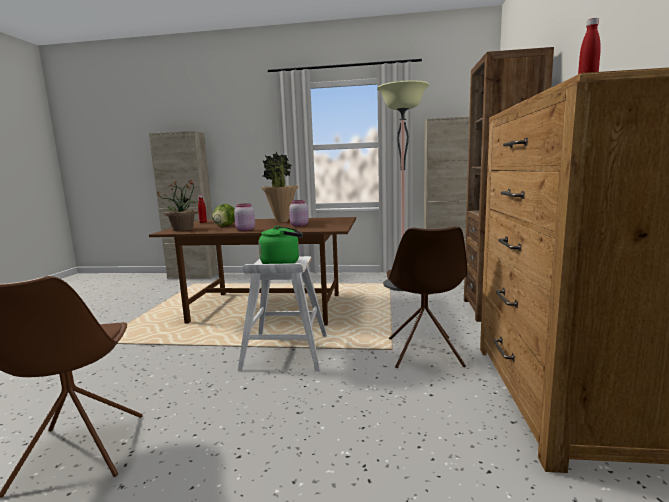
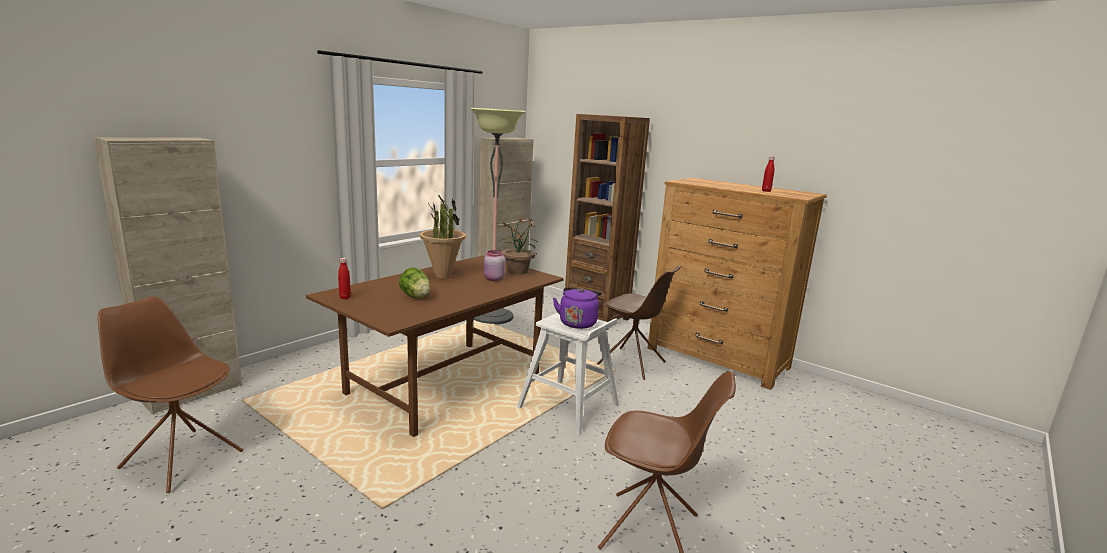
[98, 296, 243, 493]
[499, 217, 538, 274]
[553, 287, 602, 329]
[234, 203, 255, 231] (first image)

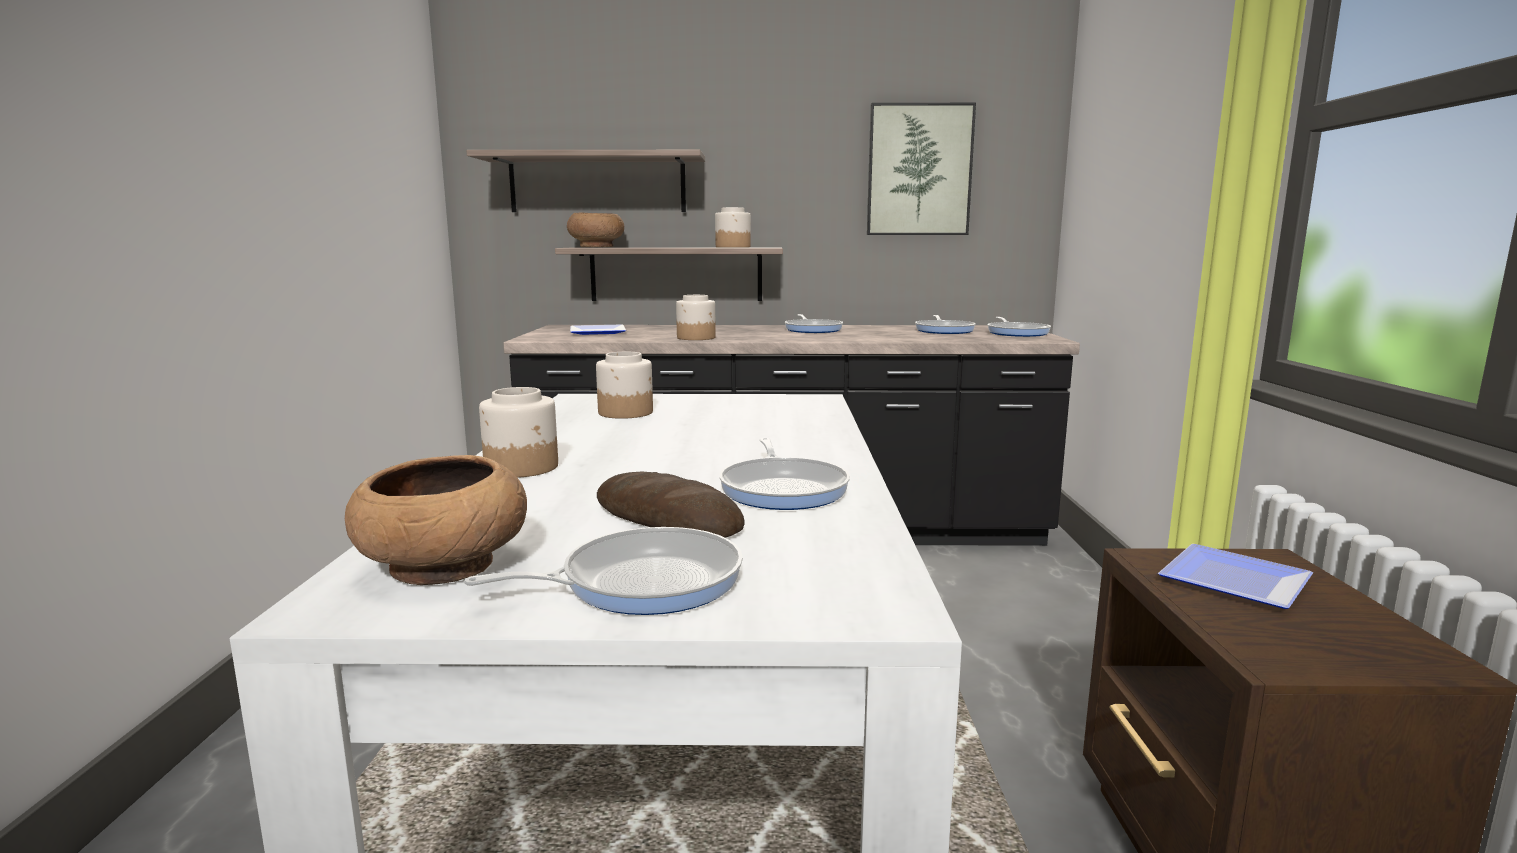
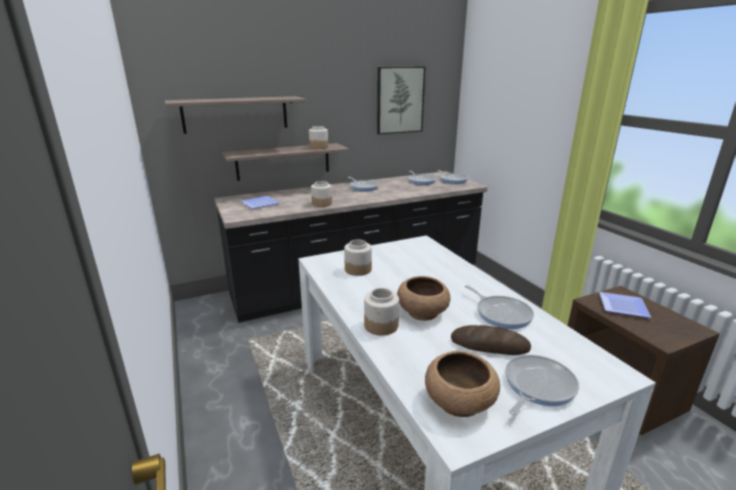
[397, 276, 450, 321]

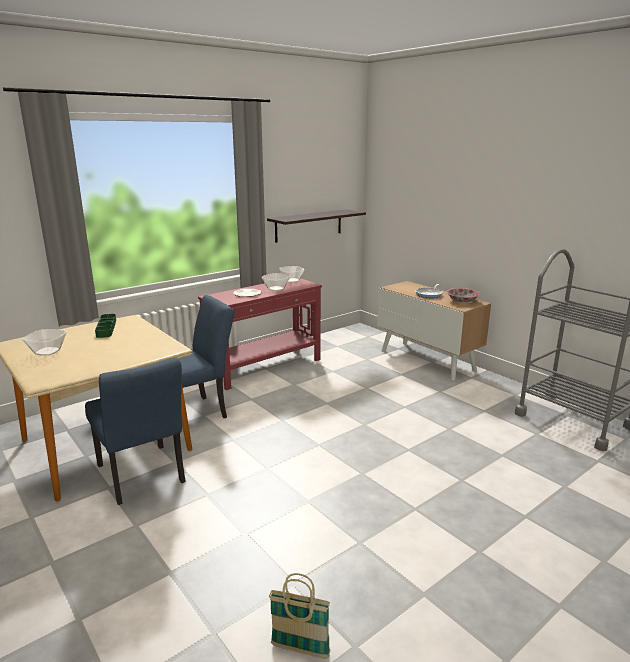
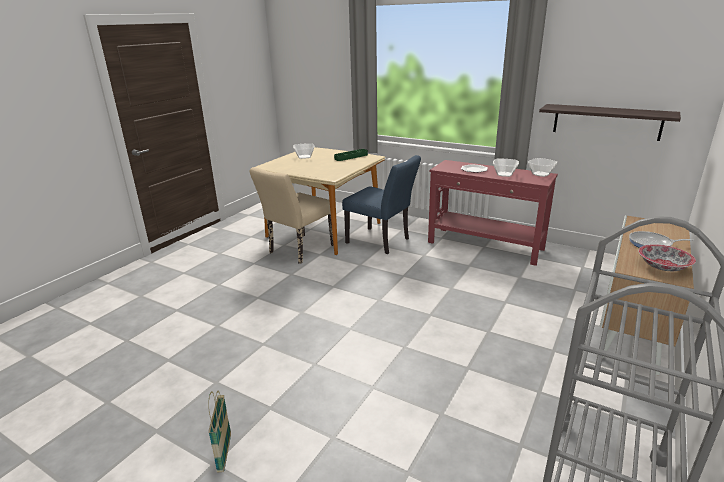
[208, 391, 231, 473]
[249, 167, 334, 264]

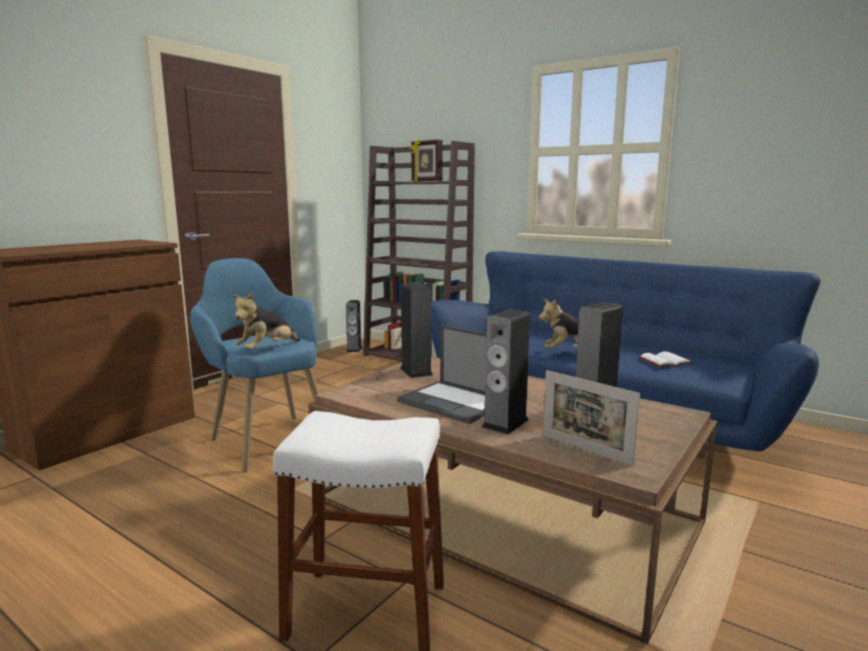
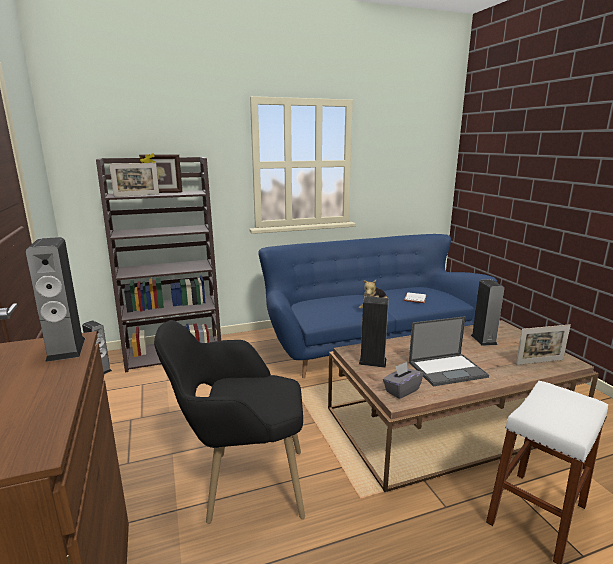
[25, 237, 85, 362]
[109, 163, 159, 197]
[154, 320, 305, 524]
[383, 362, 424, 399]
[232, 293, 300, 350] (first image)

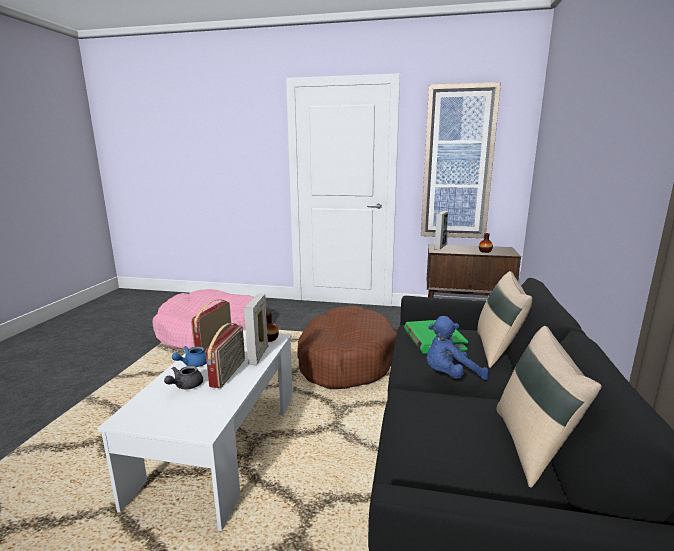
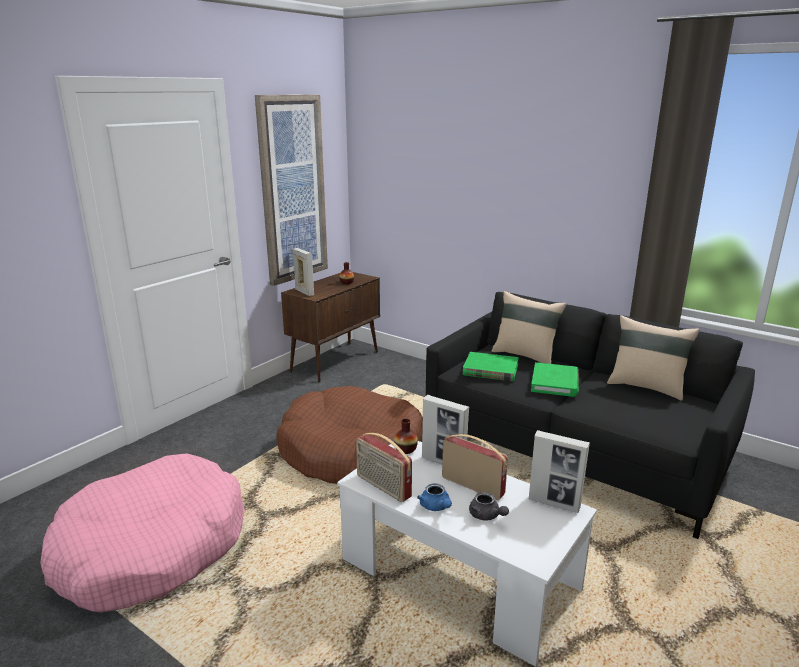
[528, 430, 590, 513]
[531, 362, 579, 397]

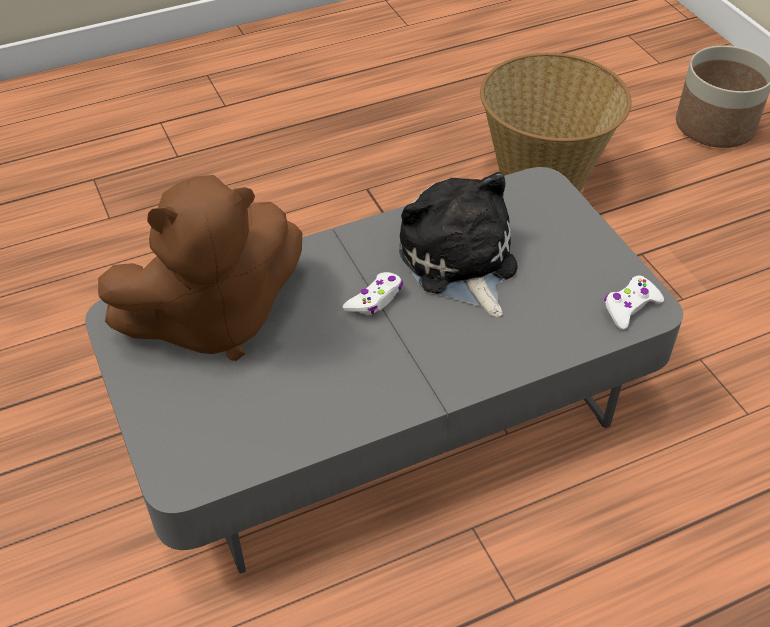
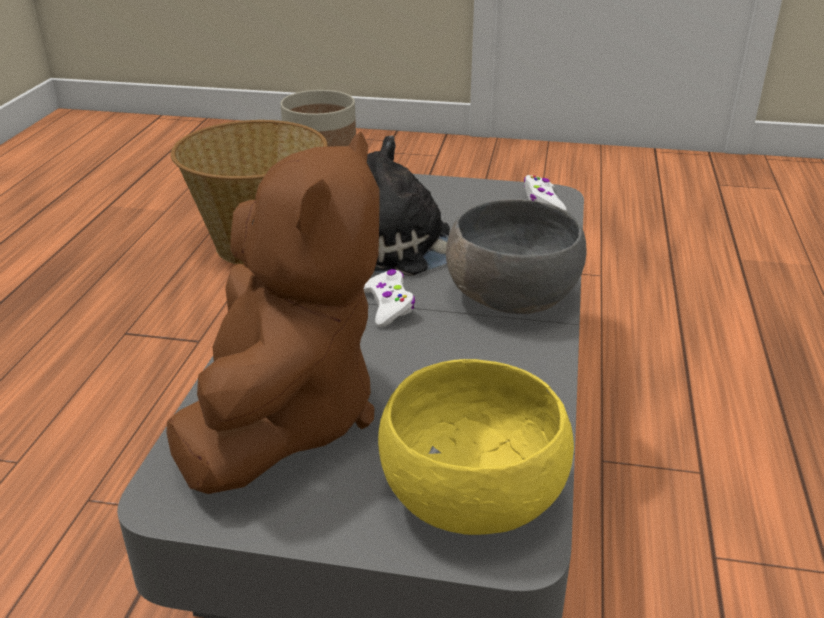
[378, 359, 574, 535]
[446, 199, 587, 314]

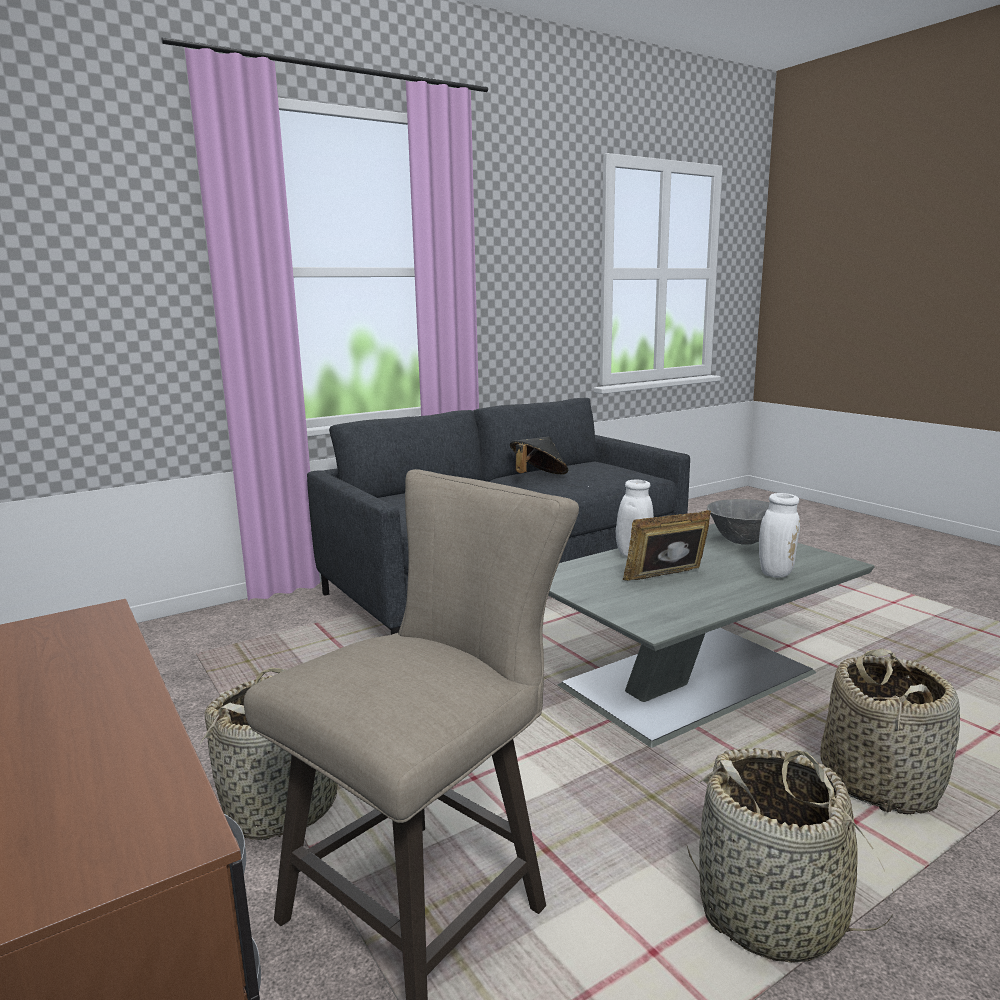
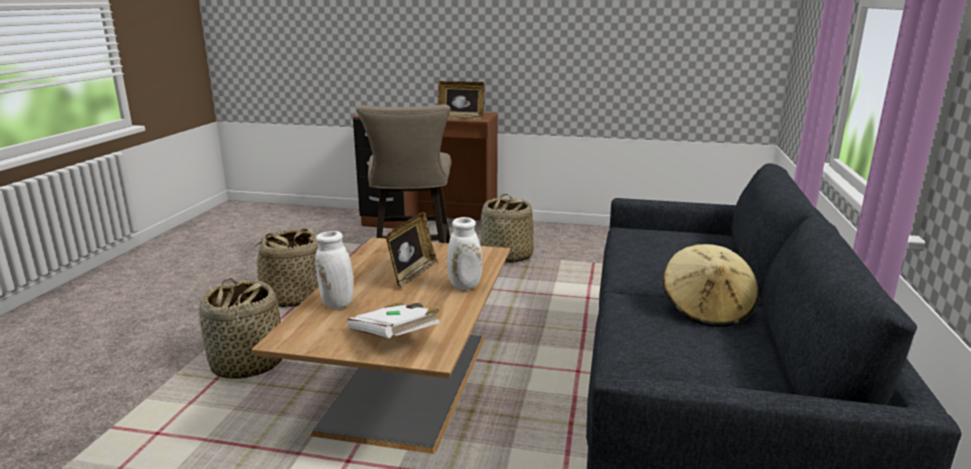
[252, 237, 510, 454]
[347, 303, 440, 338]
[438, 81, 485, 120]
[663, 244, 759, 327]

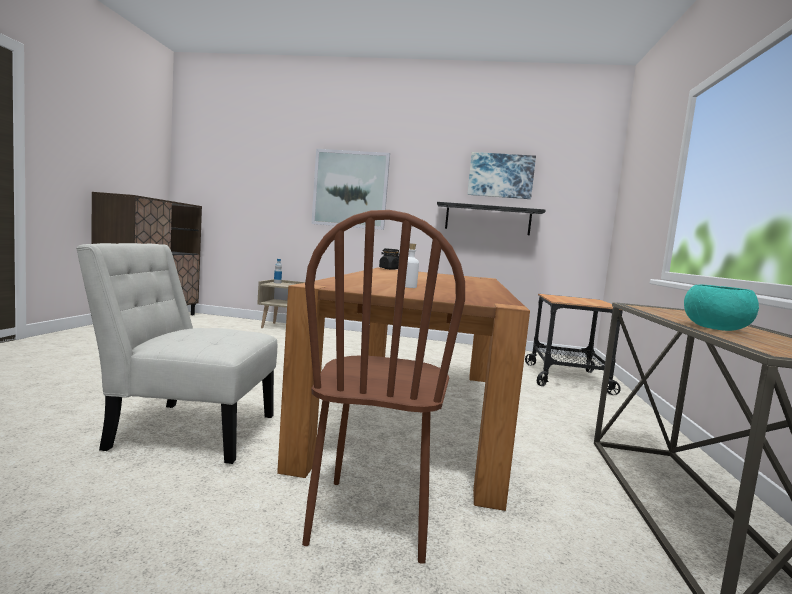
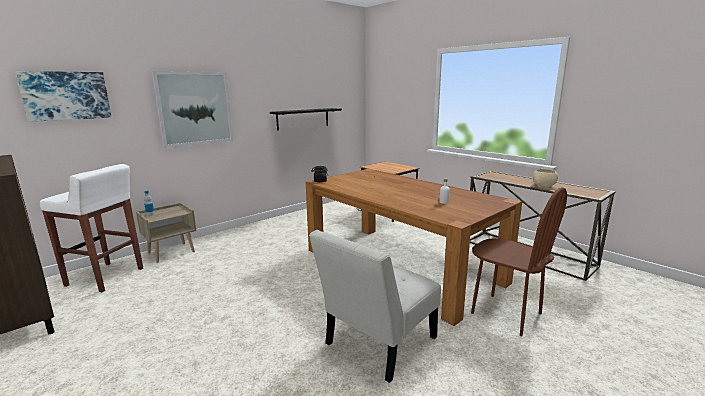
[15, 71, 112, 122]
[39, 164, 143, 292]
[532, 169, 558, 187]

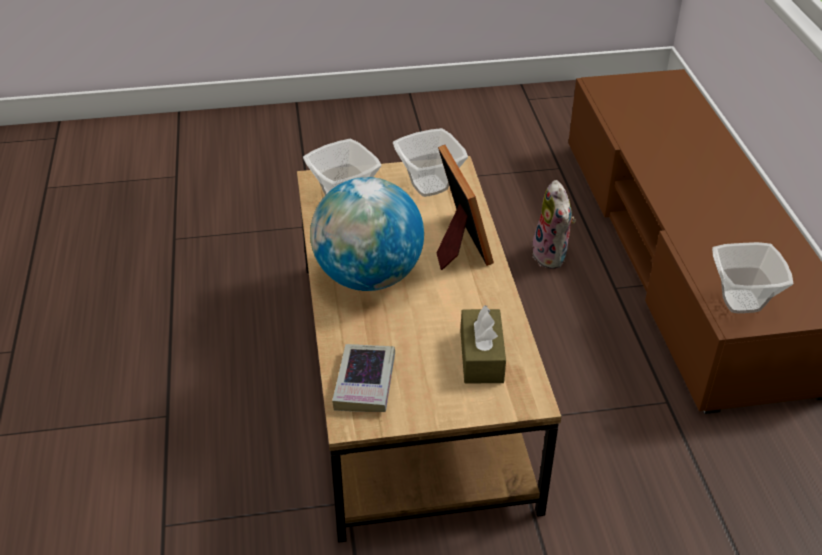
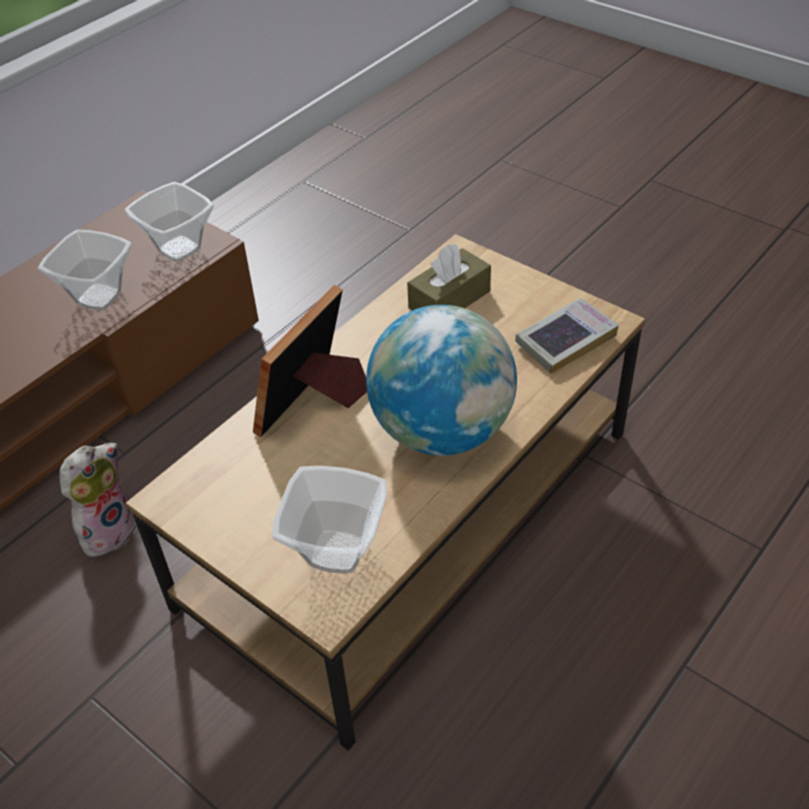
[37, 230, 132, 310]

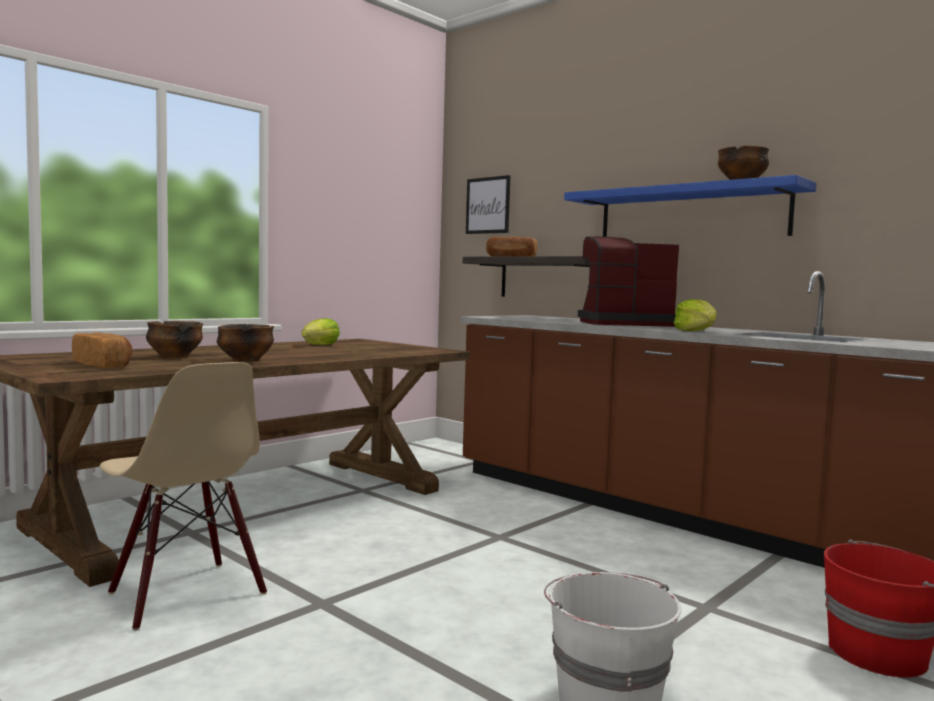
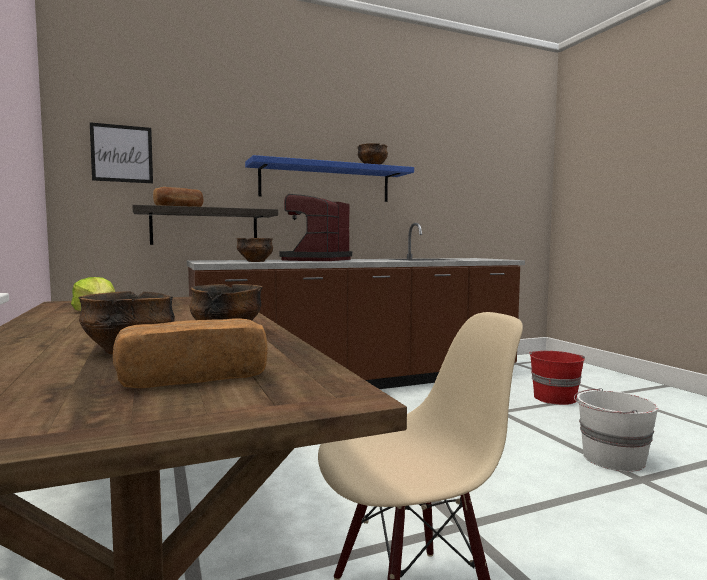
[236, 238, 273, 262]
[674, 299, 717, 331] (first image)

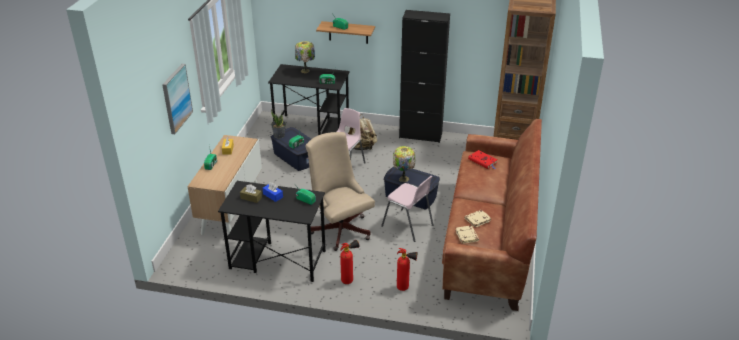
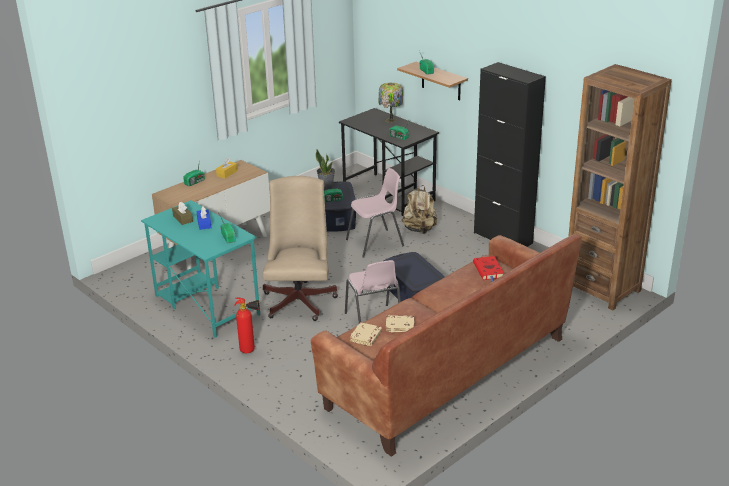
[141, 200, 260, 338]
[162, 64, 193, 134] (first image)
[393, 146, 415, 182] (first image)
[397, 248, 417, 291] (first image)

